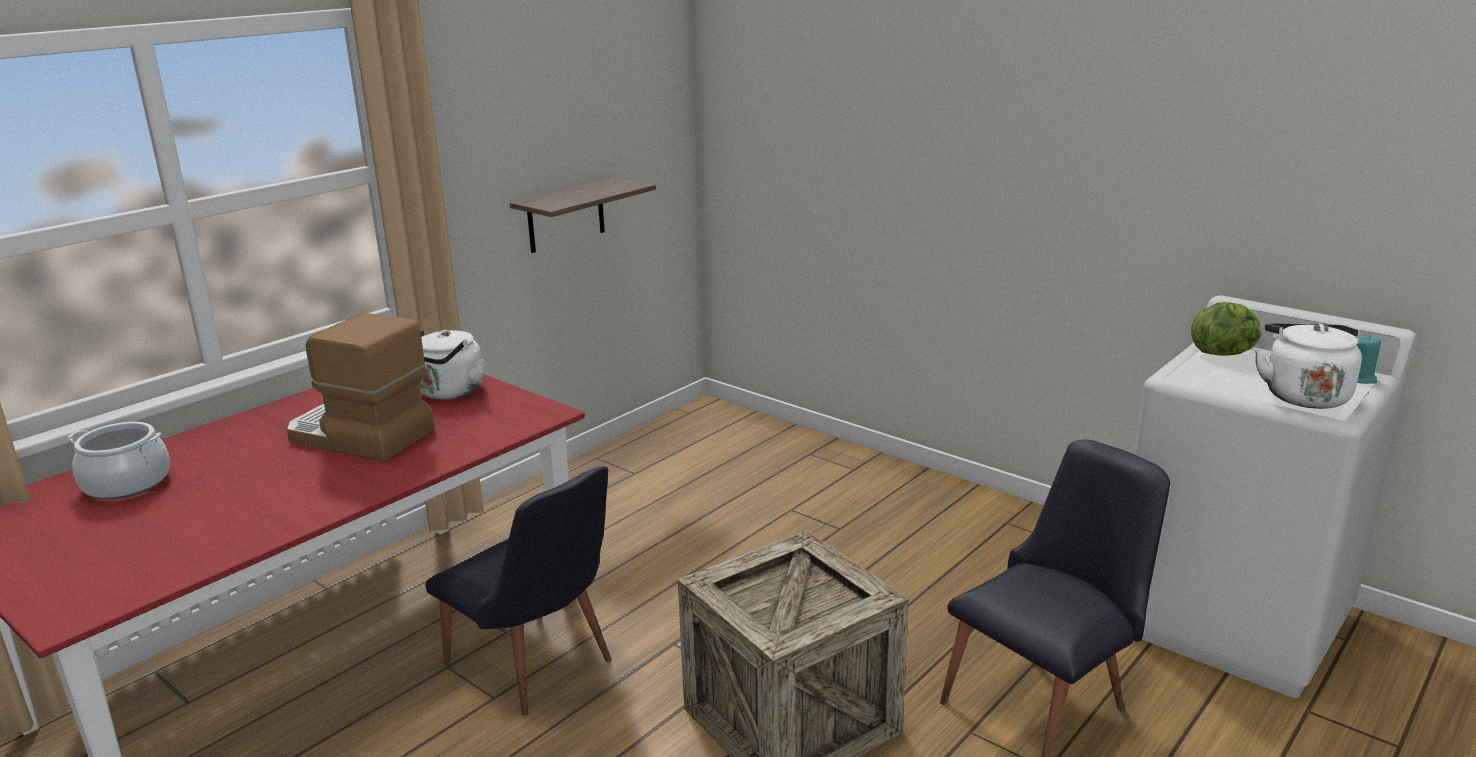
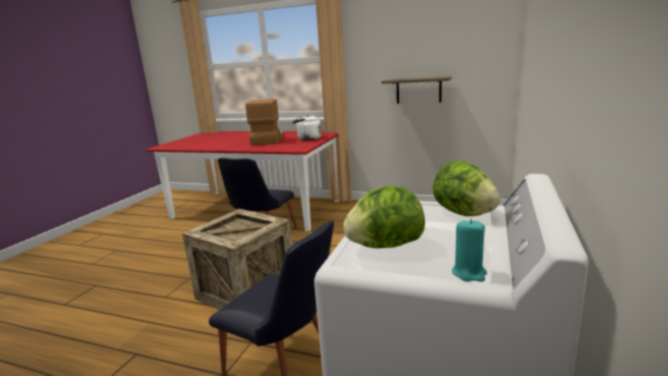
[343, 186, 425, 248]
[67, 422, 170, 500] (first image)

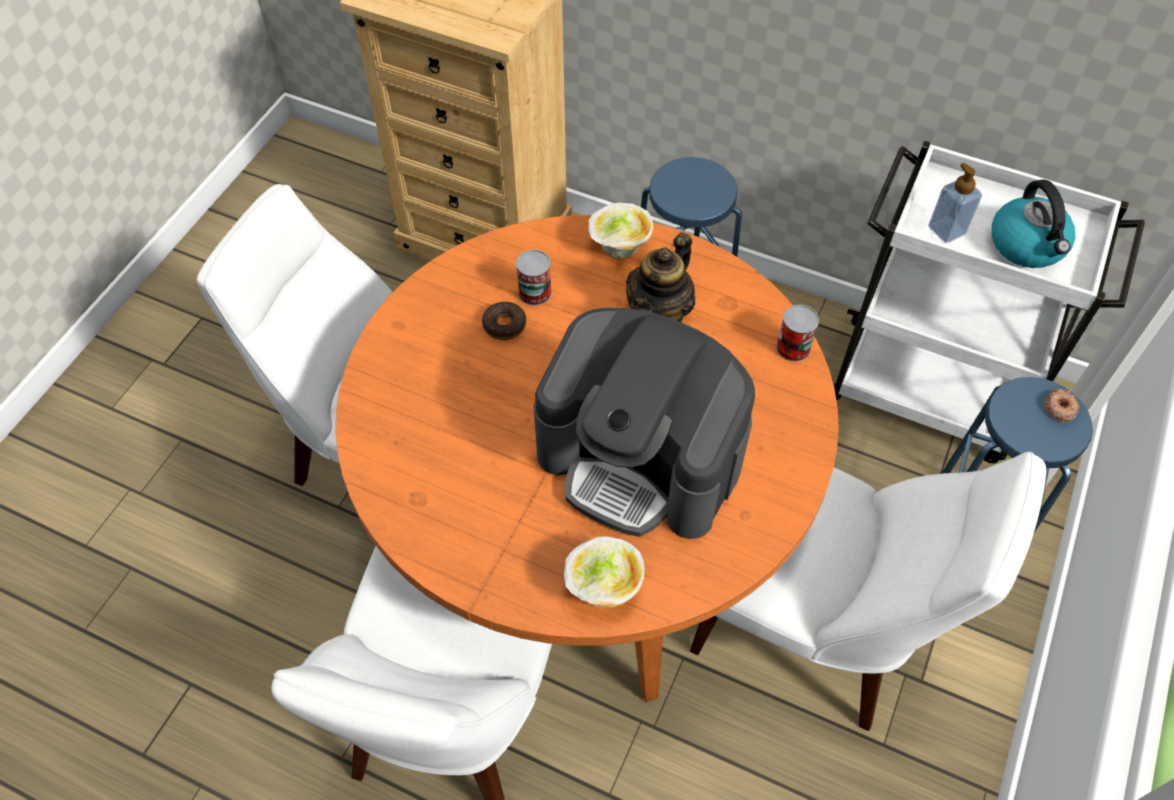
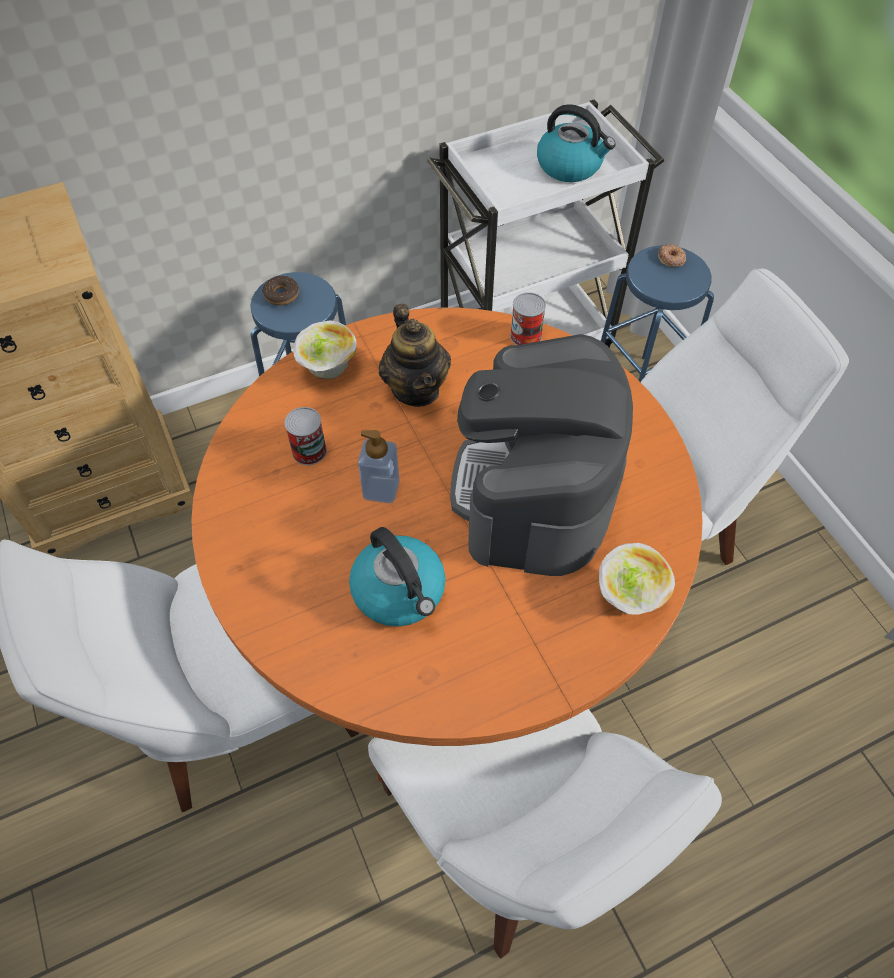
[262, 276, 299, 306]
[349, 527, 446, 627]
[358, 430, 399, 503]
[450, 334, 633, 576]

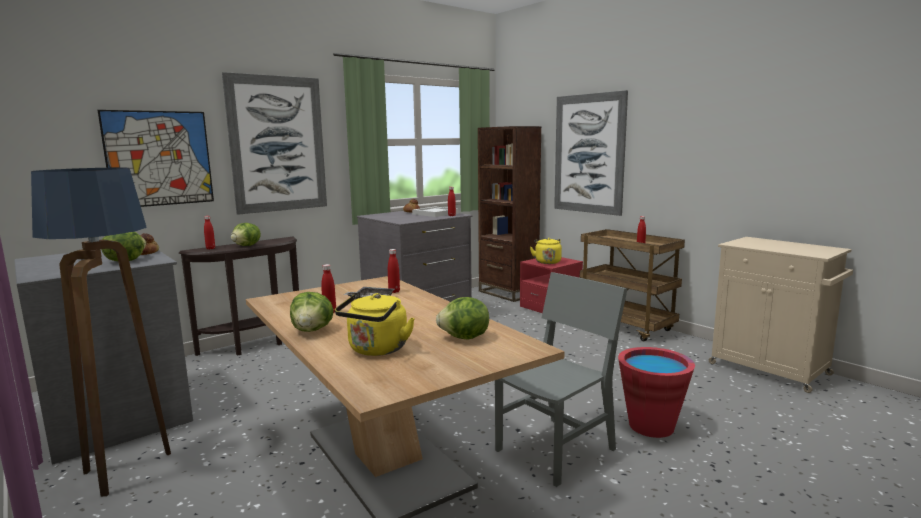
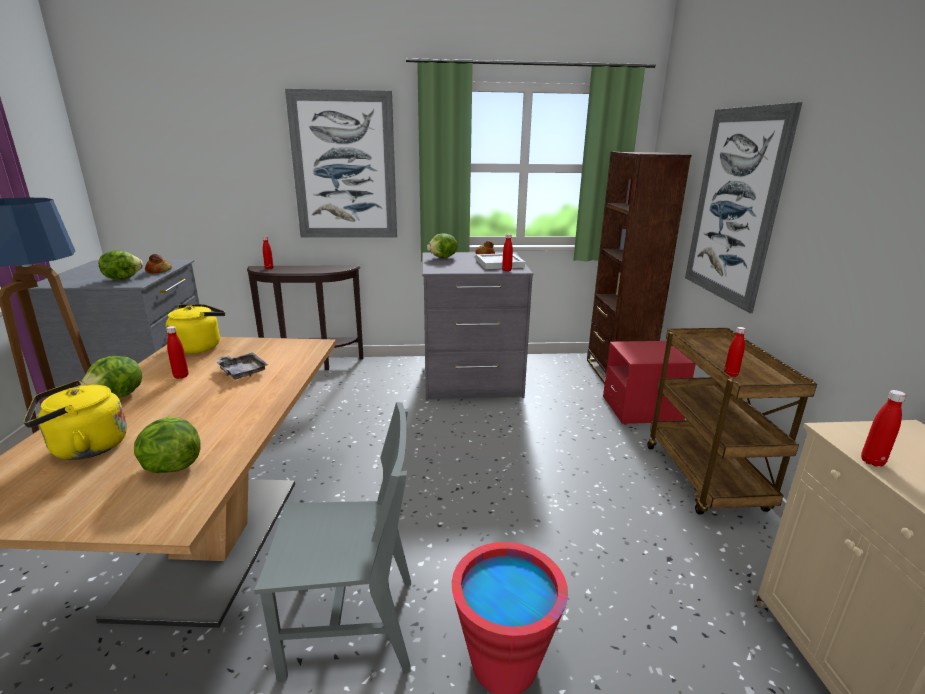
[166, 304, 225, 354]
[427, 234, 457, 258]
[861, 390, 906, 467]
[98, 110, 214, 207] (first image)

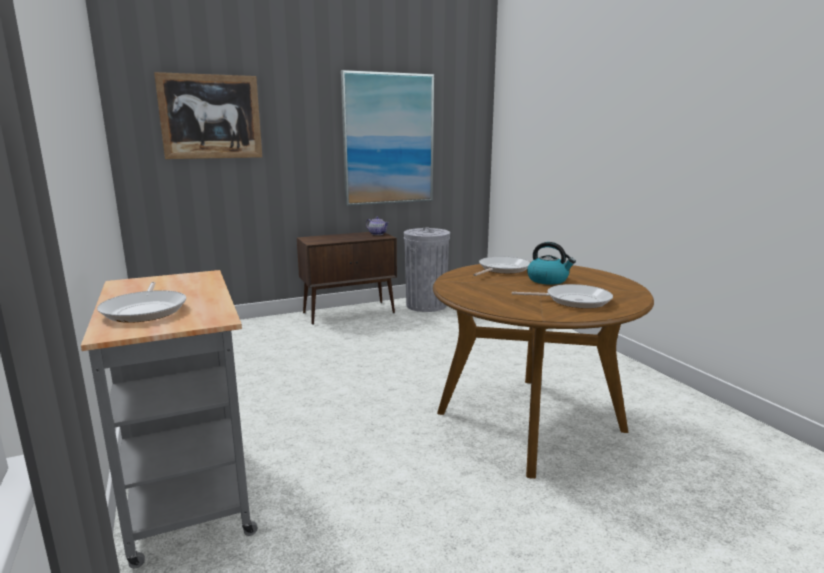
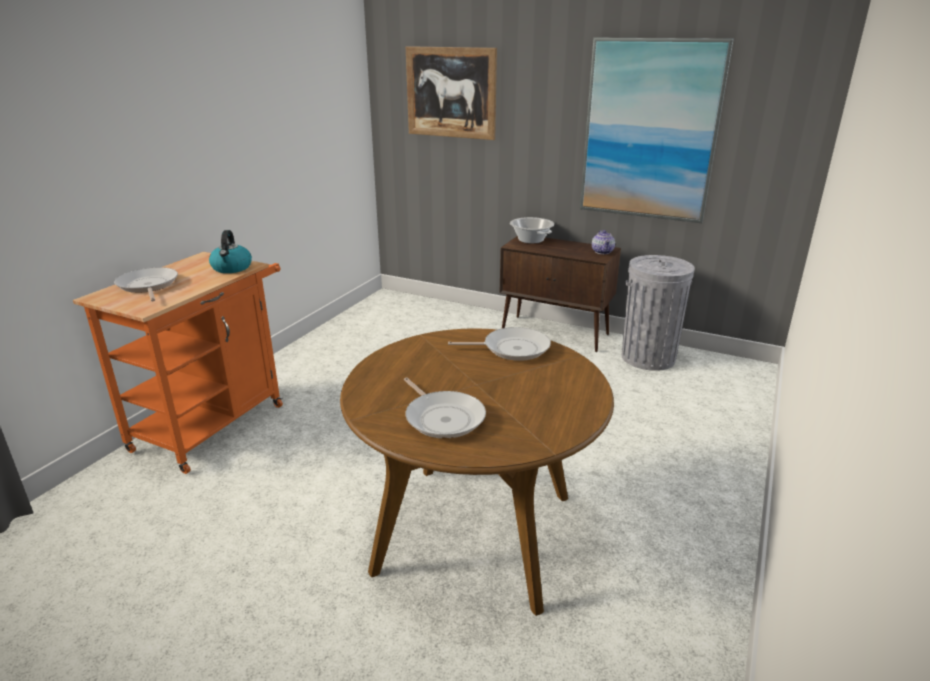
[73, 252, 283, 474]
[114, 267, 178, 301]
[209, 230, 252, 273]
[510, 217, 554, 244]

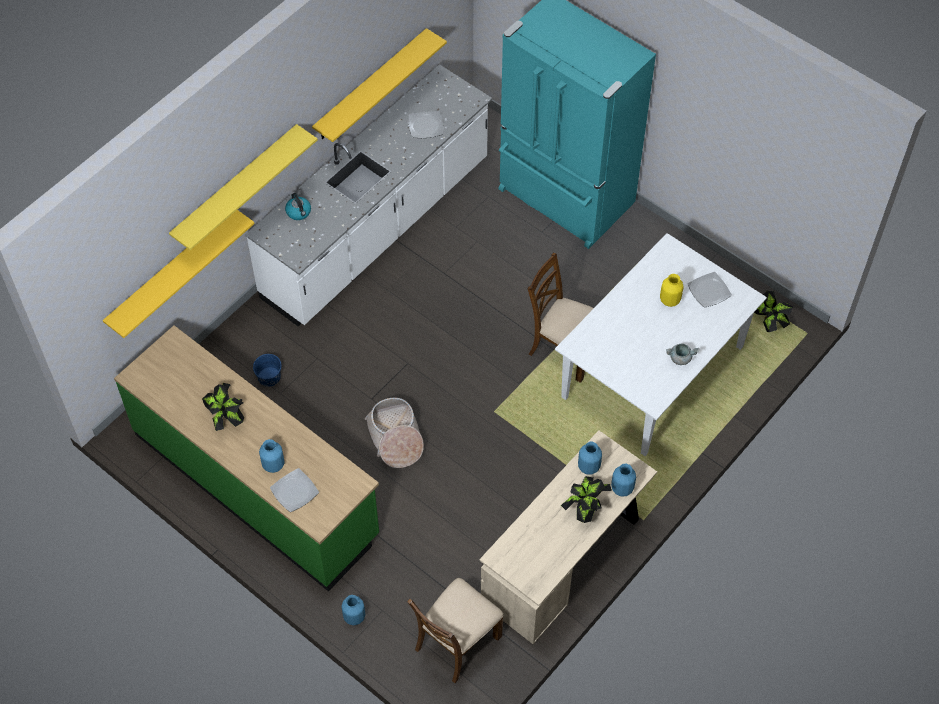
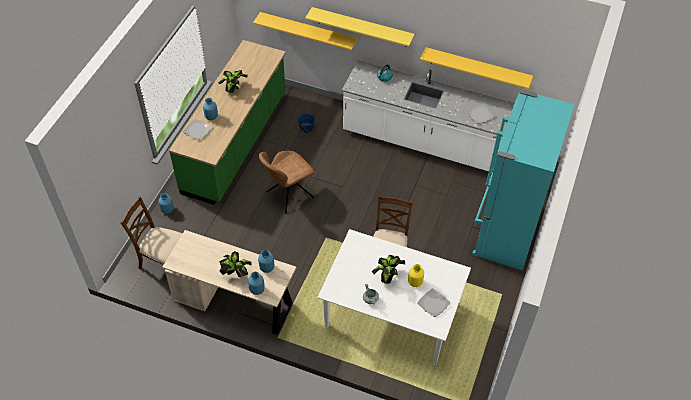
[259, 151, 315, 213]
[371, 255, 405, 284]

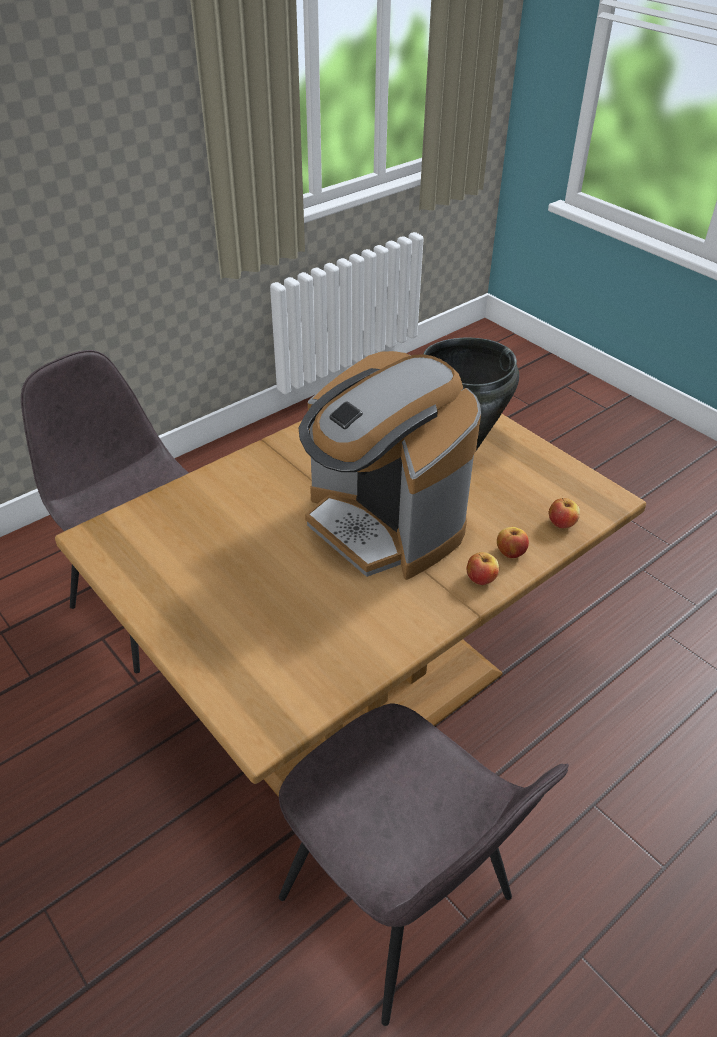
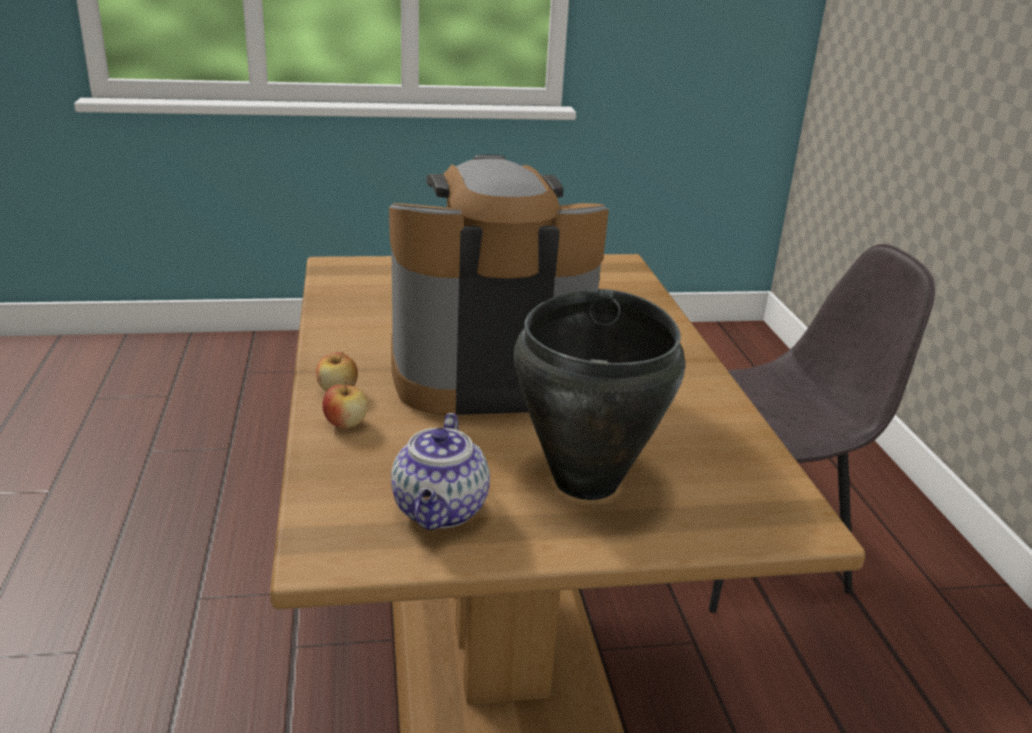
[391, 413, 490, 530]
[279, 703, 569, 1026] (first image)
[549, 498, 580, 528] (first image)

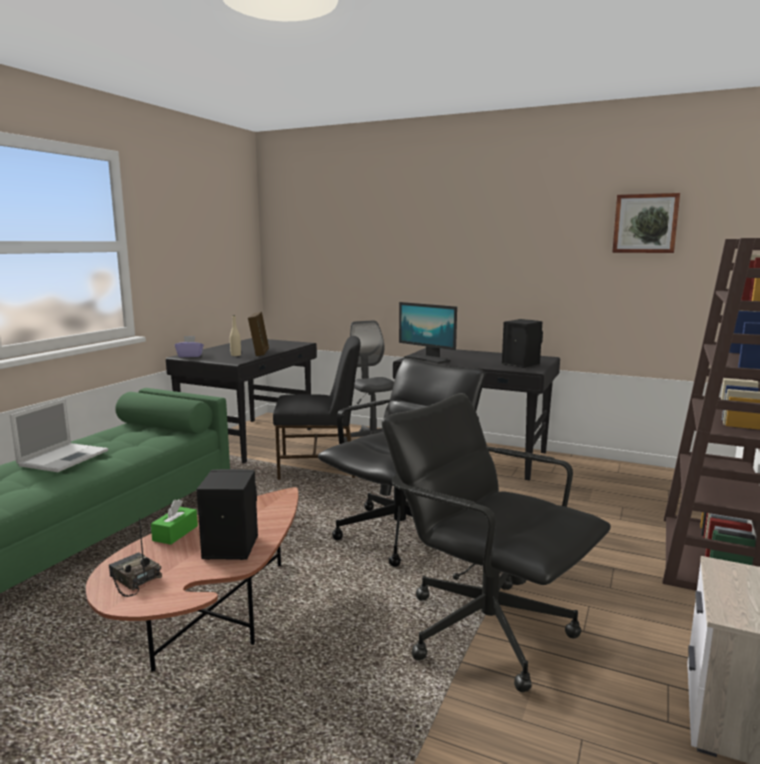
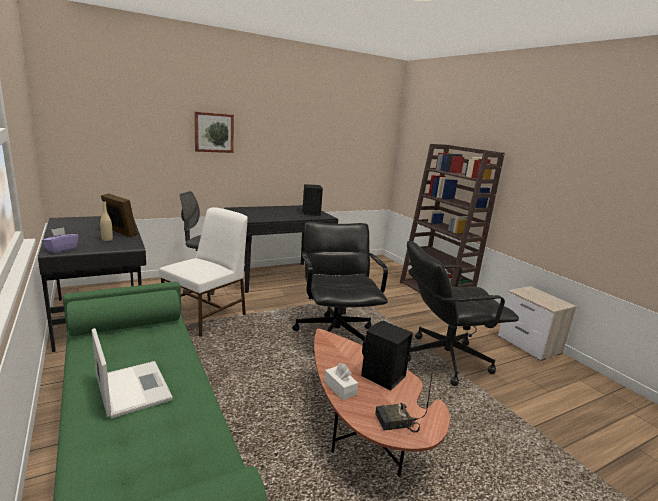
[159, 207, 248, 337]
[194, 111, 234, 153]
[324, 363, 358, 400]
[399, 302, 457, 364] (first image)

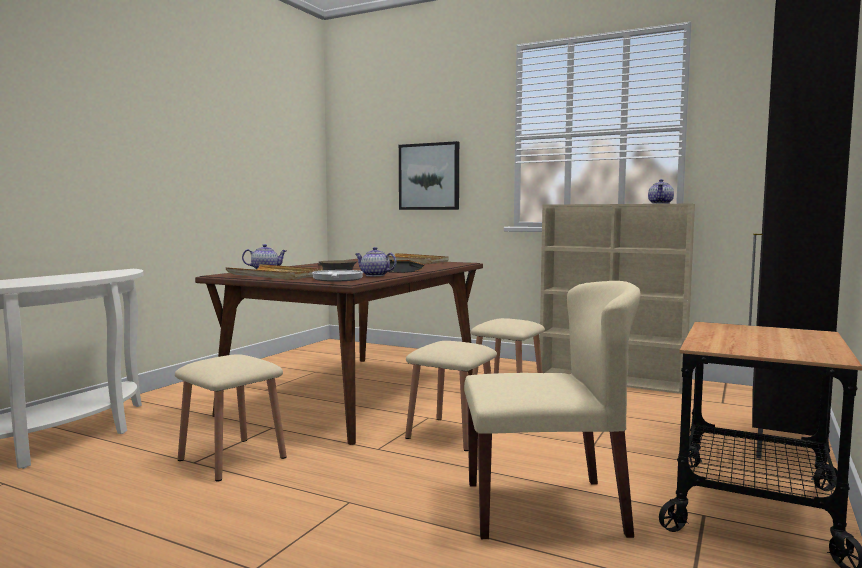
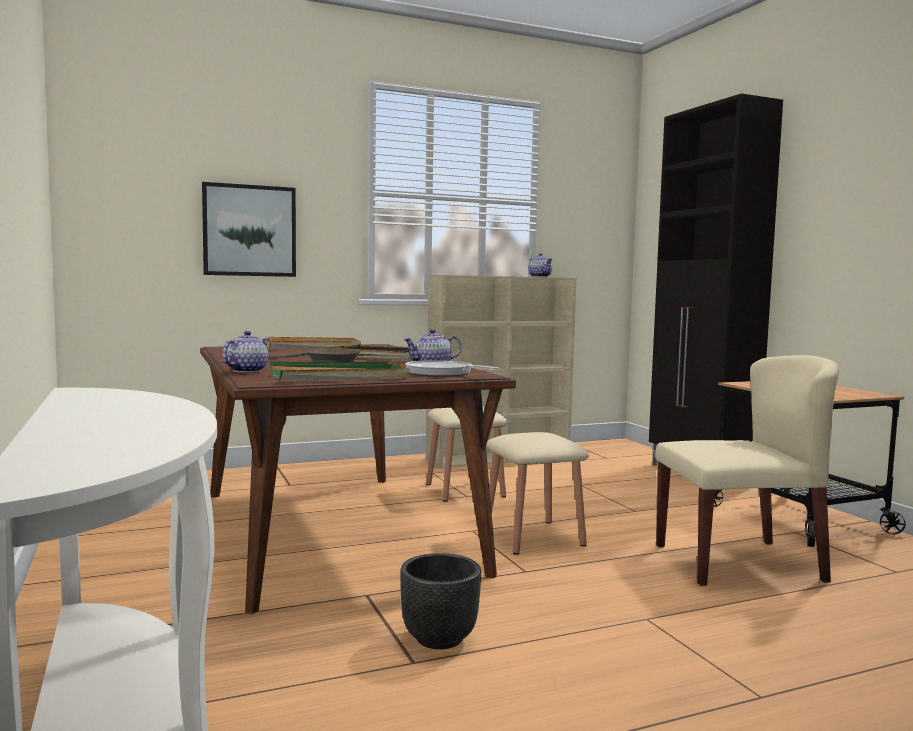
[270, 362, 410, 381]
[400, 553, 481, 649]
[655, 355, 839, 586]

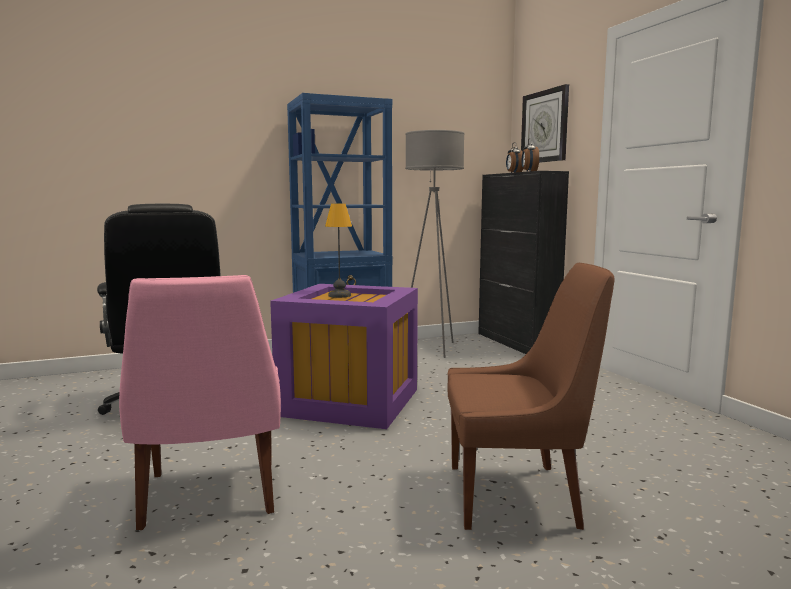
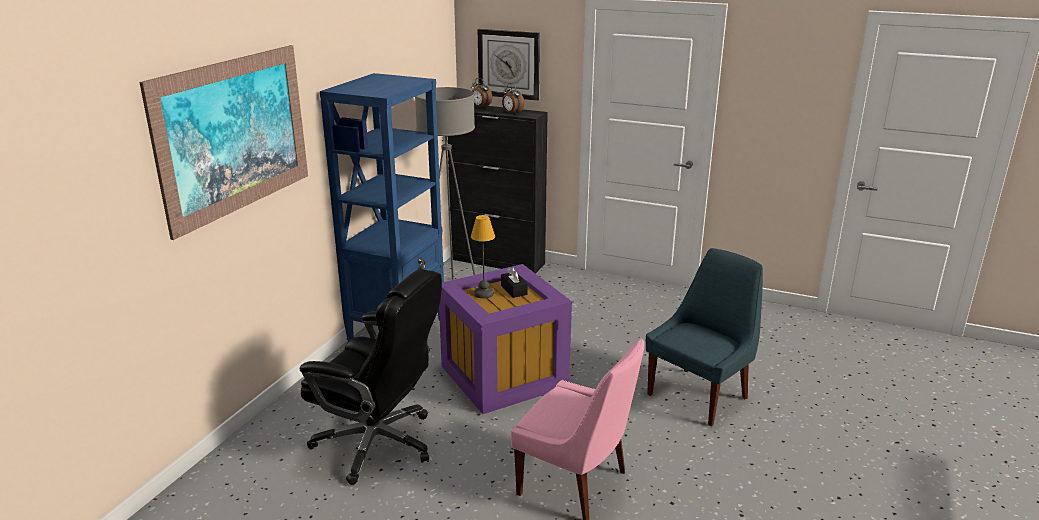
[139, 45, 308, 240]
[501, 267, 527, 298]
[646, 248, 763, 426]

